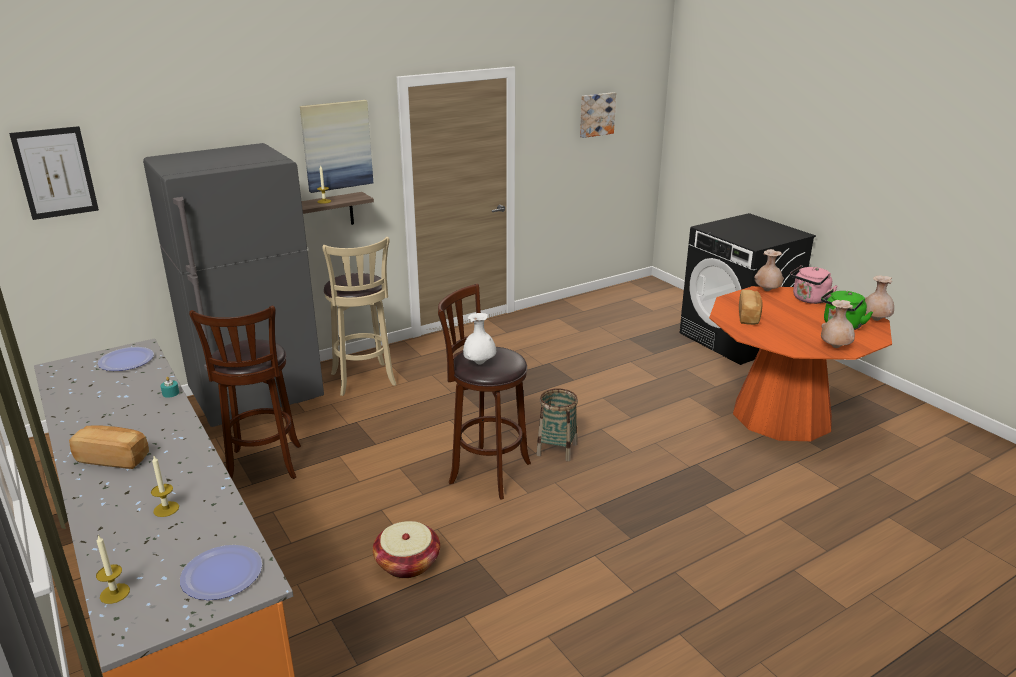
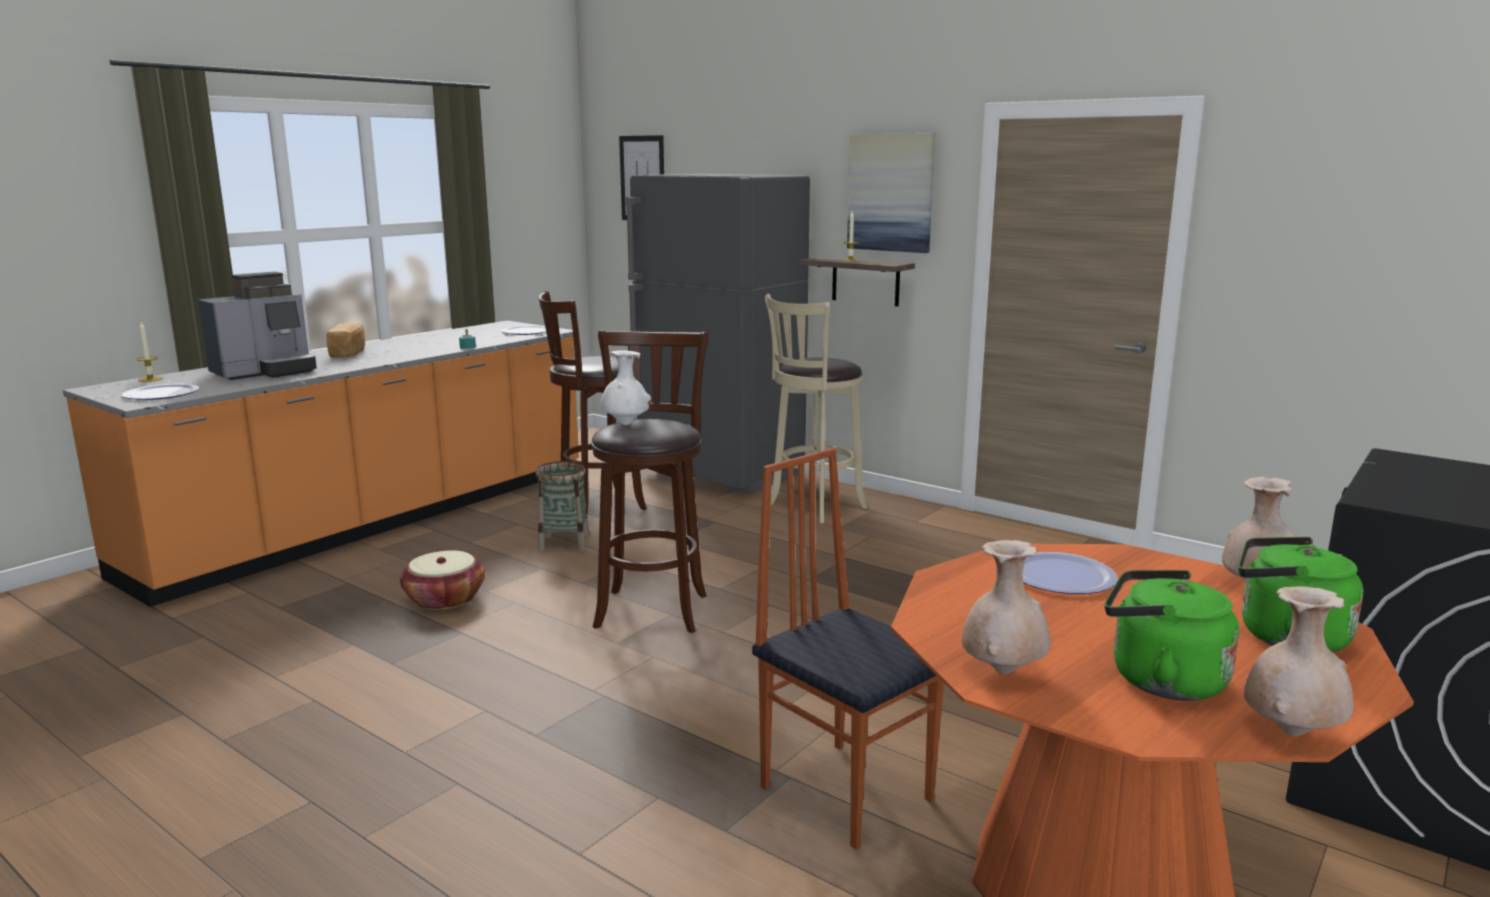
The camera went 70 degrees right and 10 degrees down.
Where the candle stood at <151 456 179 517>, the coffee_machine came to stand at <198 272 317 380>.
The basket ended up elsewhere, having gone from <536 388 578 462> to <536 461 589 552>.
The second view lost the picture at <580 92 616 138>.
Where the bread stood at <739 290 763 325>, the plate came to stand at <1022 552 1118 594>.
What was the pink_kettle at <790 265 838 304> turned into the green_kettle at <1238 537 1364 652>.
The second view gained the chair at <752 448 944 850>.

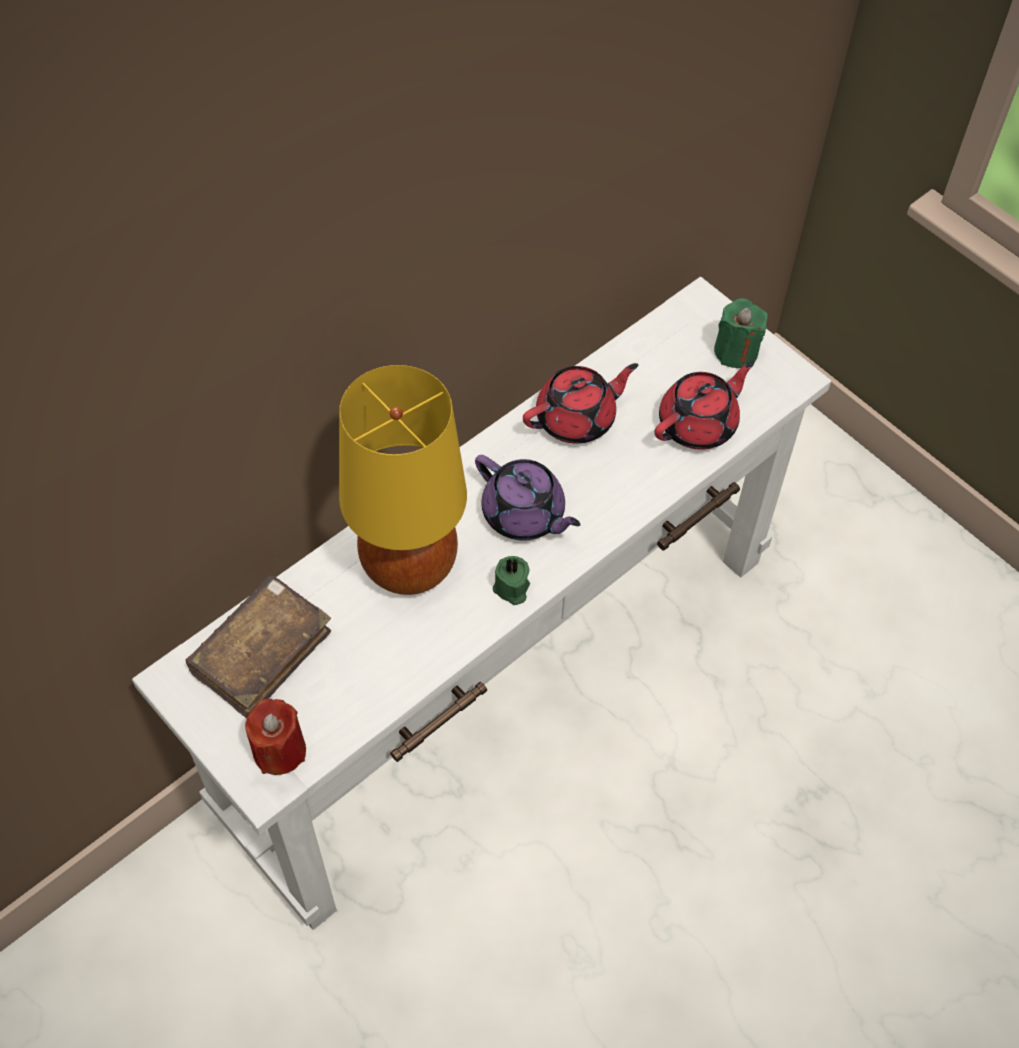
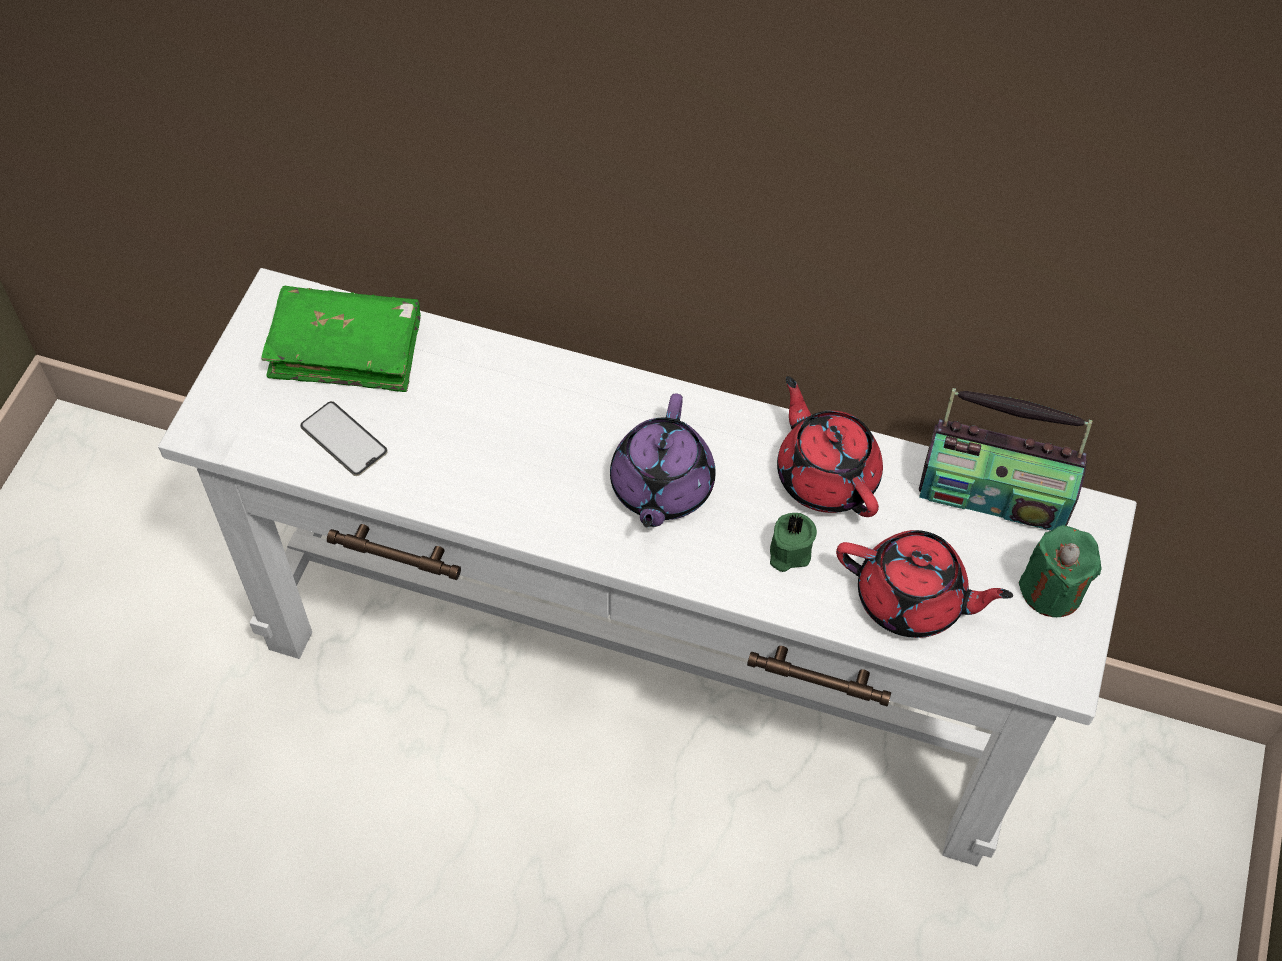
The camera went 60 degrees right and 0 degrees up.
What was the brown_book at <186 576 332 718> turned into the green_book at <261 286 421 392>.
The second view lost the red_candle at <245 699 306 775>.
The second view lost the yellow_table_lamp at <339 365 467 595>.
The green_candle ended up elsewhere, having gone from <493 556 530 605> to <770 513 817 572>.
The red_teapot at <523 363 638 444> ended up facing another way, 150 degrees counterclockwise from before.
The second view gained the phone at <300 401 388 476>.
The second view gained the radio at <919 388 1092 531>.

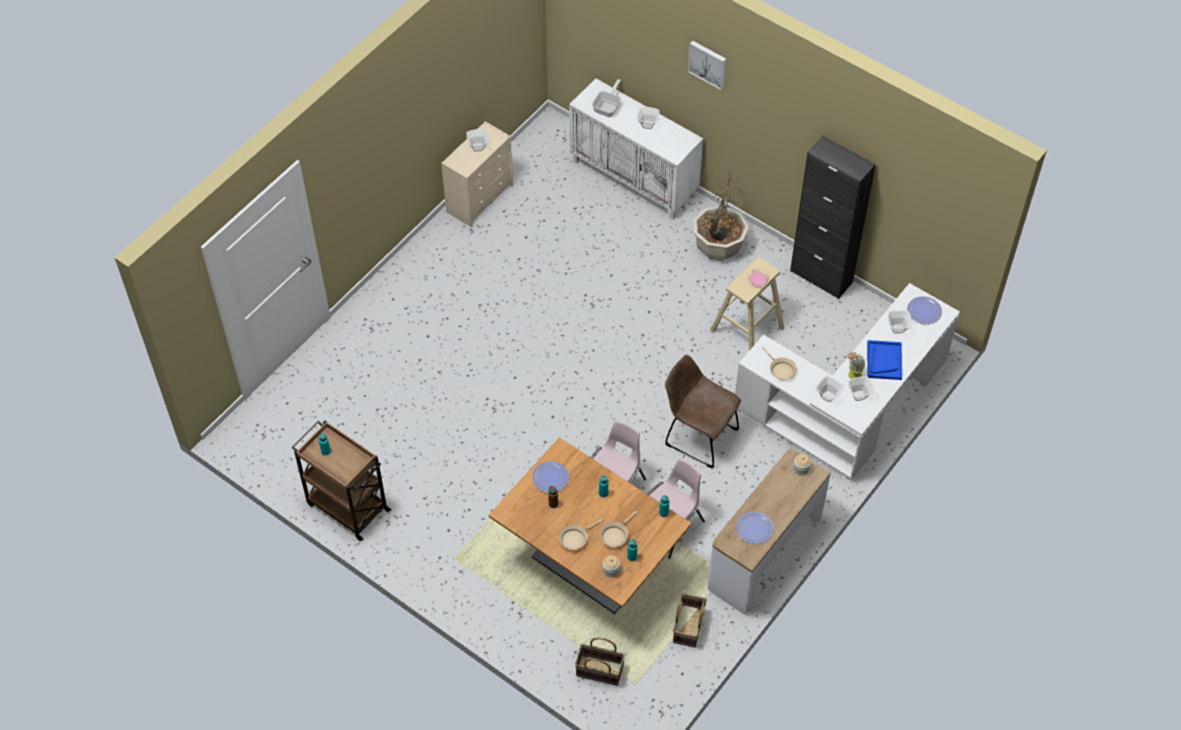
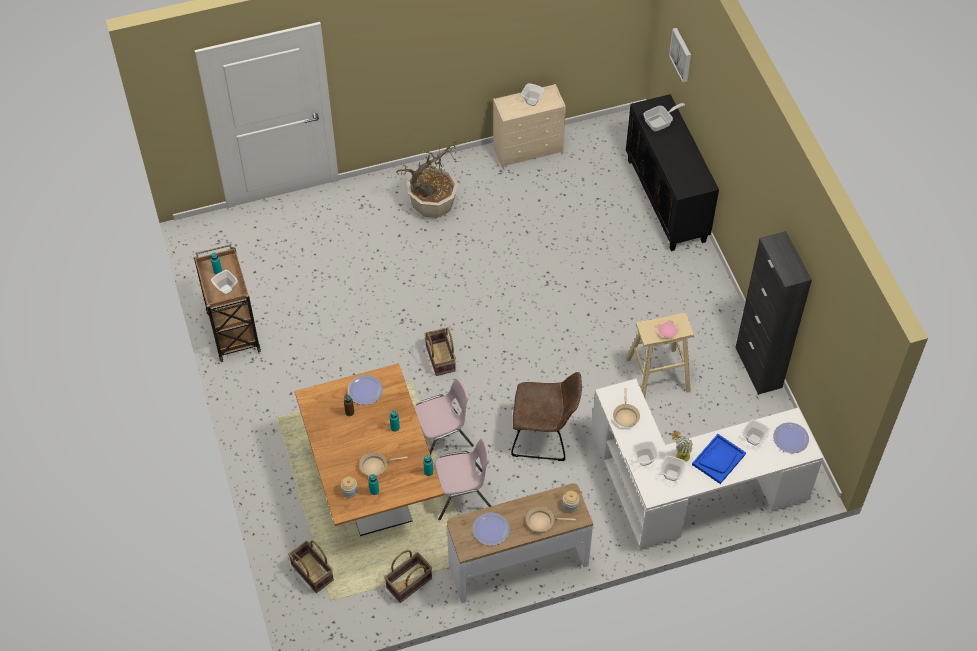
The camera went 35 degrees right and 0 degrees up.
The beige_frying_pan ended up elsewhere, having gone from <559 519 603 550> to <526 507 576 532>.
What was the white_cabinet at <569 78 703 219> turned into the black_cabinet at <626 94 719 251>.
The bowl ended up elsewhere, having gone from <637 106 660 129> to <211 270 238 295>.
The brown_chair at <665 355 741 468> ended up facing another way, 120 degrees clockwise from before.
The picture ended up elsewhere, having gone from <688 41 727 90> to <669 28 691 83>.
The potted_plant ended up elsewhere, having gone from <694 171 749 261> to <396 139 459 218>.
The second view gained the basket at <424 327 456 376>.

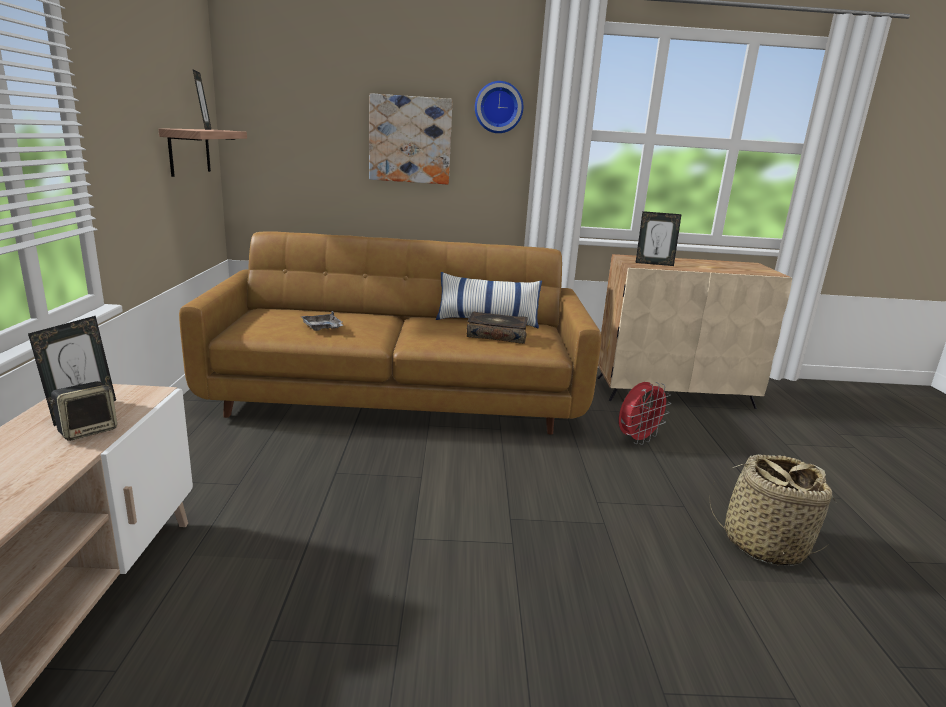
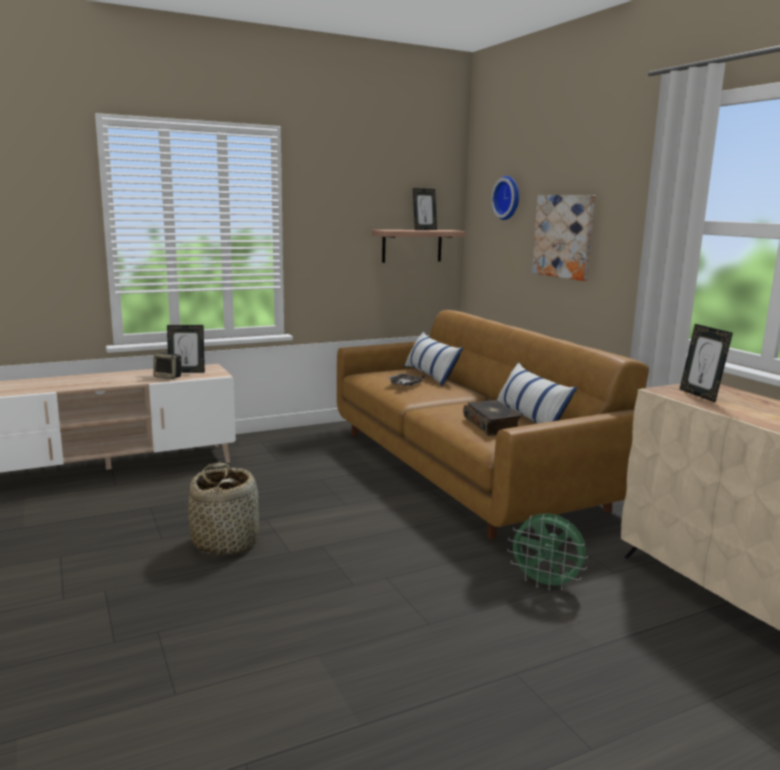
The camera went 65 degrees right and 5 degrees down.
The wall_clock ended up elsewhere, having gone from <475 81 523 133> to <491 176 519 220>.
What was the red_fan at <619 382 671 445> turned into the green_fan at <507 513 588 591>.
The basket ended up elsewhere, having gone from <710 455 836 566> to <188 462 259 556>.
The second view gained the pillow at <404 331 463 386>.

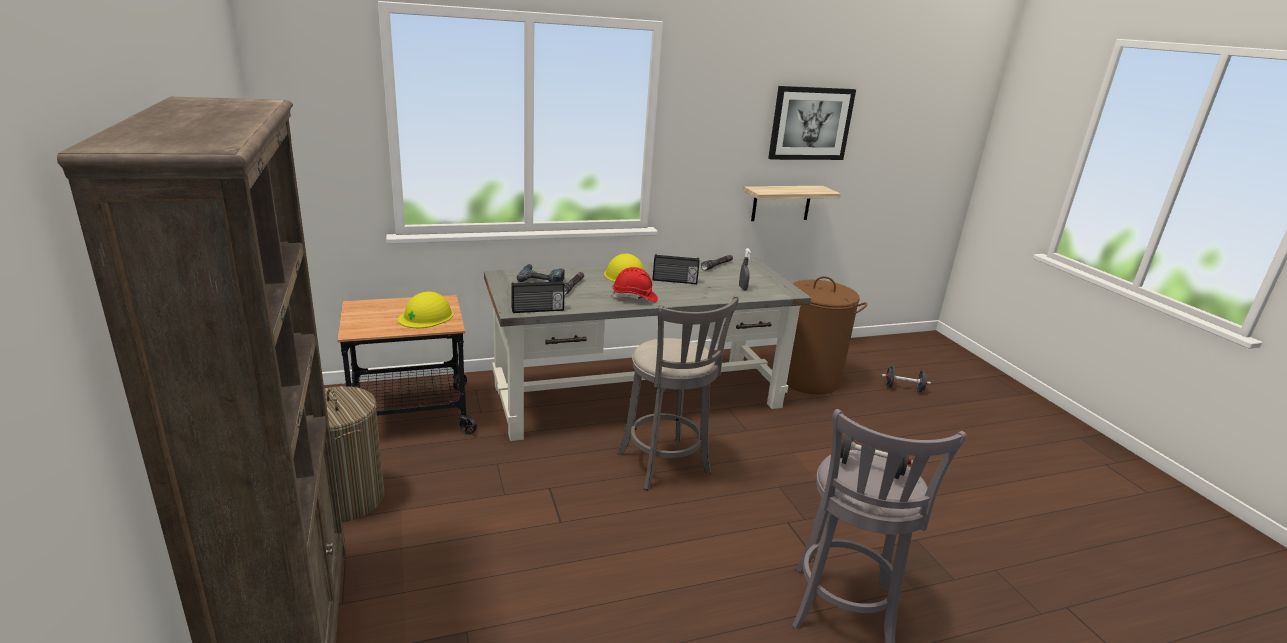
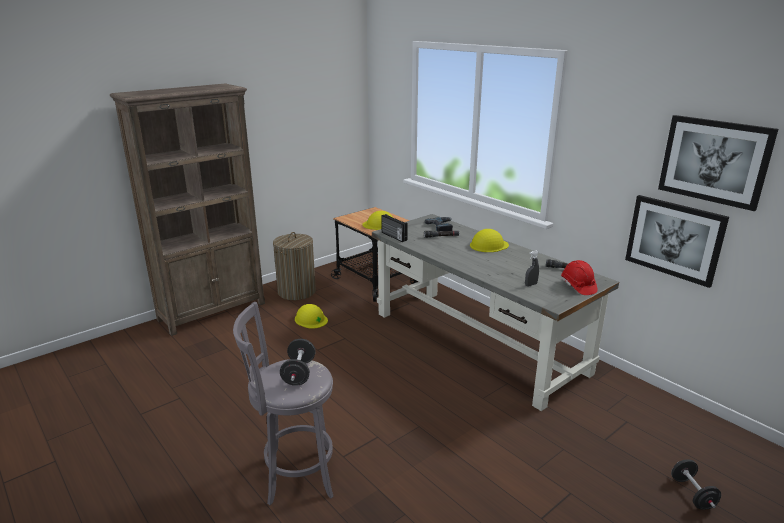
The camera went 70 degrees right and 0 degrees up.
The red_hard_hat ended up elsewhere, having gone from <611 267 658 302> to <561 260 598 295>.
The second view lost the grey_stool at <618 295 739 490>.
The second view lost the radio at <652 254 700 284>.
Where the shelf hung at <743 186 841 221>, the picture came to hang at <625 195 729 288>.
The second view lost the brown_laundry_basket at <787 276 867 394>.
The second view gained the yellow_hard_hat at <295 304 328 329>.

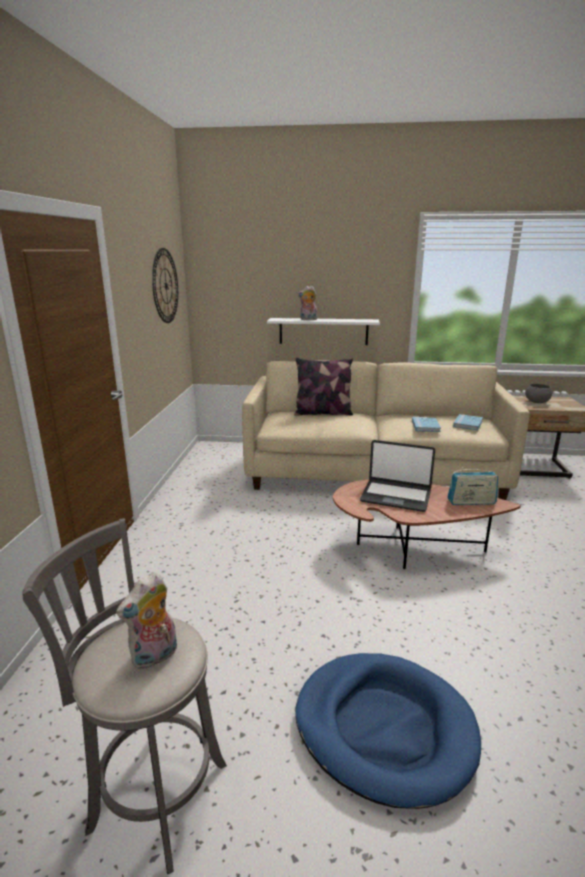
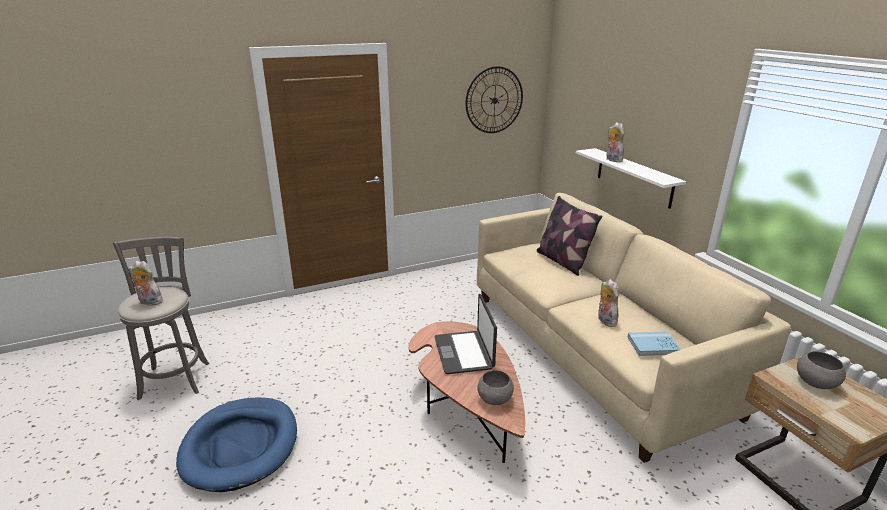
The camera went 60 degrees right and 5 degrees up.
Where the blue_book stood at <412 417 441 432>, the plush_toy came to stand at <598 279 619 327>.
Where the radio stood at <447 467 498 505>, the grey_bowl came to stand at <477 370 514 405>.

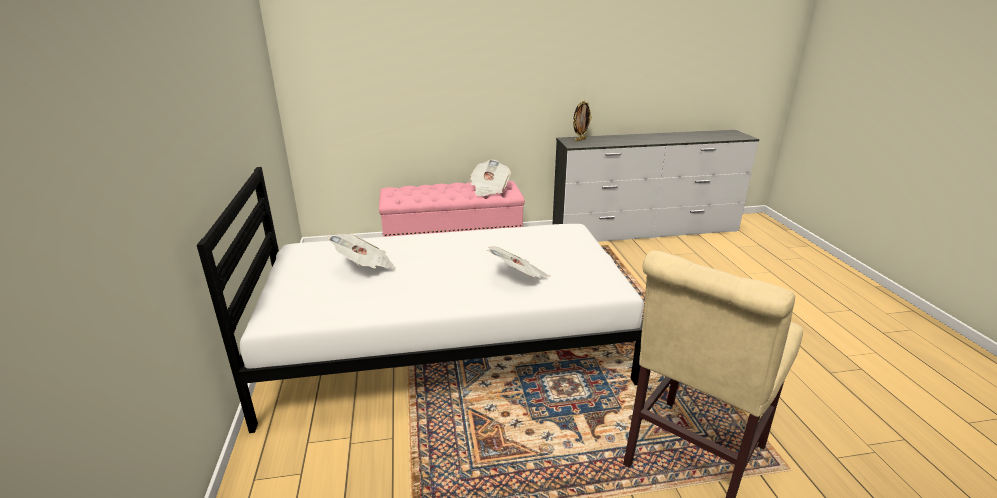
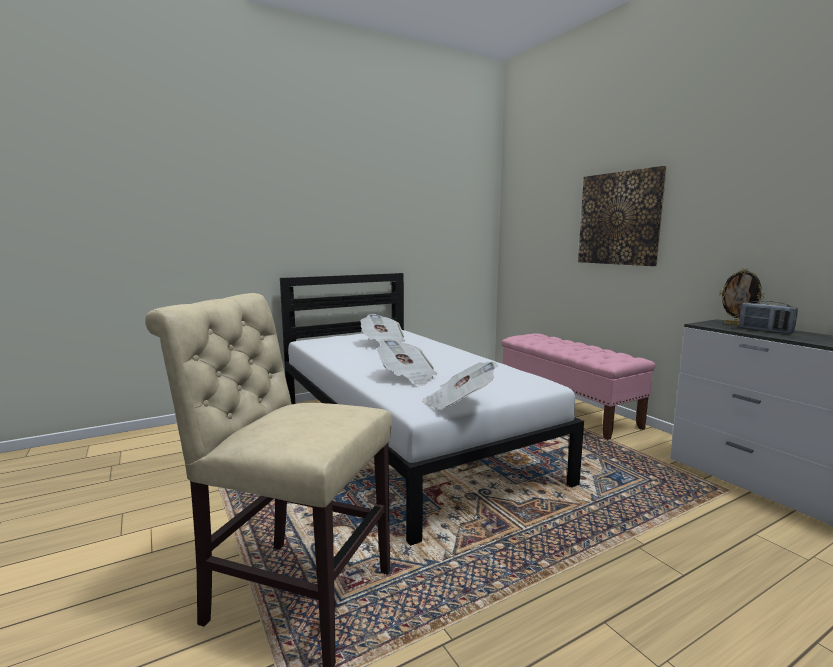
The camera went 70 degrees right and 15 degrees down.
The newspaper ended up elsewhere, having gone from <470 160 511 196> to <422 362 498 410>.
The second view gained the picture at <578 166 667 266>.
The second view gained the radio at <739 301 798 334>.

